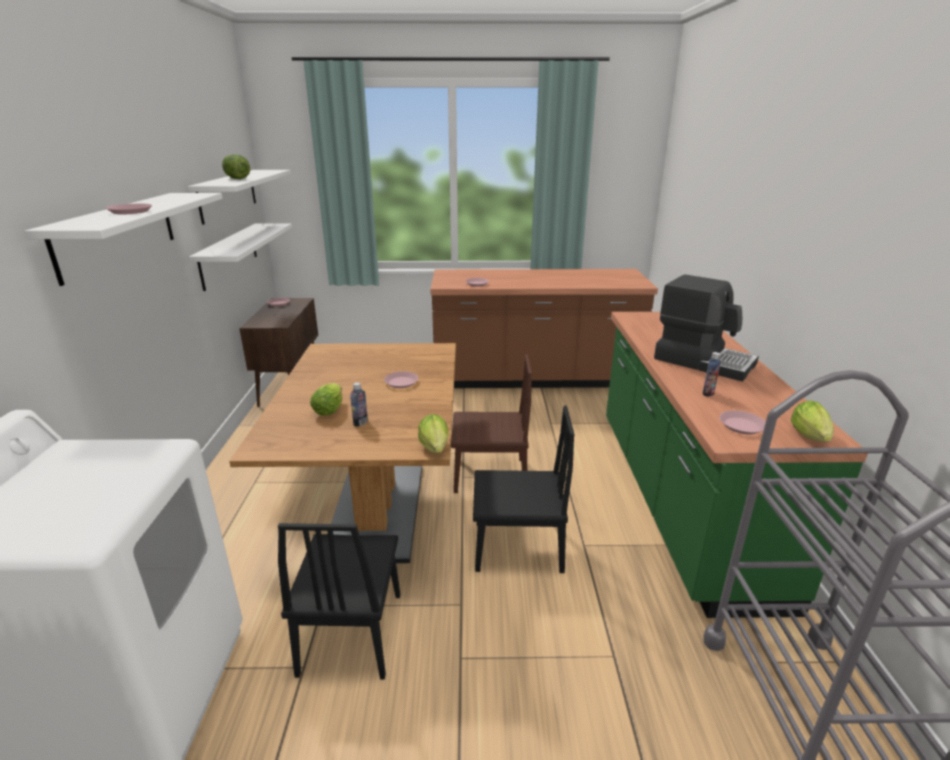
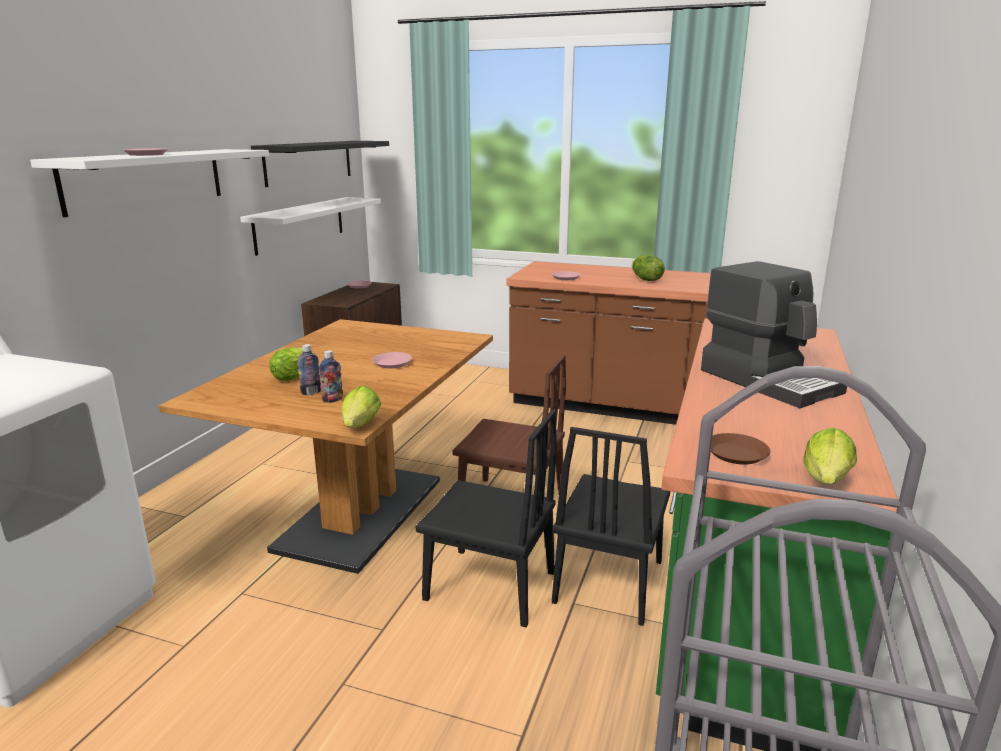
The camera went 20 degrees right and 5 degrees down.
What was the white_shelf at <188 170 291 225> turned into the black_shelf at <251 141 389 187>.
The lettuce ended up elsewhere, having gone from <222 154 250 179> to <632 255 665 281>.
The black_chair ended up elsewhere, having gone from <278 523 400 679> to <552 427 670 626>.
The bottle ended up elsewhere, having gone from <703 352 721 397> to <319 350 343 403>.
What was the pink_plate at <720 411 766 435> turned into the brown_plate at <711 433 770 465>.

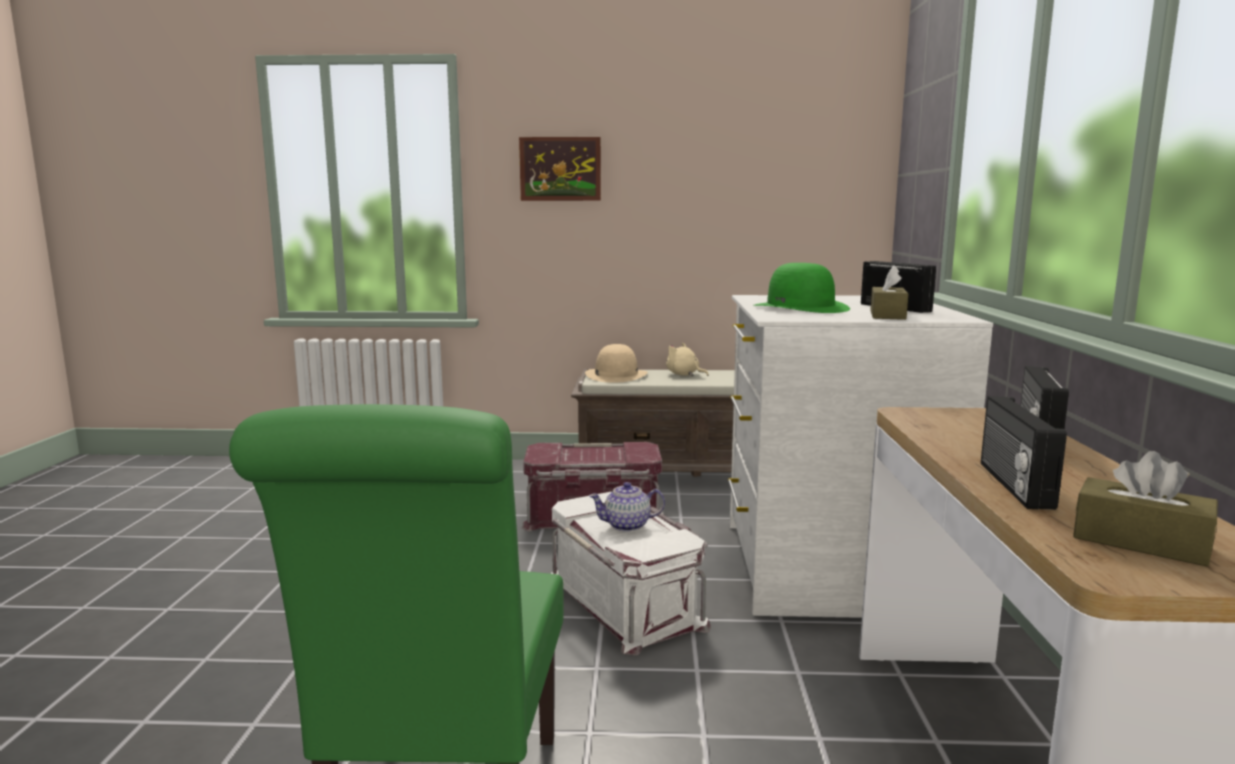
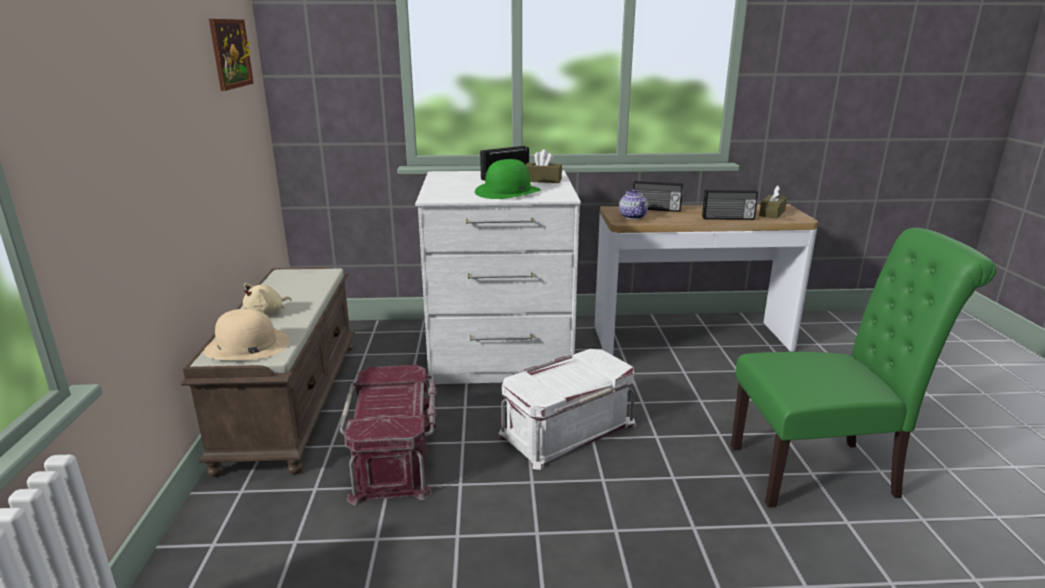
The camera went 95 degrees left and 10 degrees up.
The picture ended up elsewhere, having gone from <519 137 601 201> to <209 19 254 91>.
The teapot ended up elsewhere, having gone from <589 482 665 532> to <619 189 648 219>.

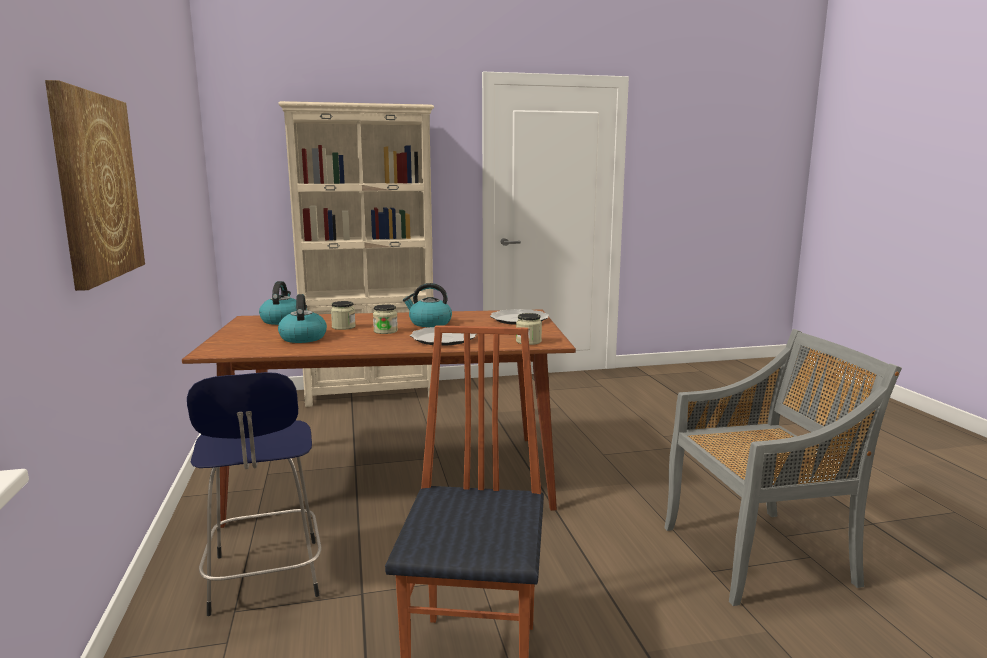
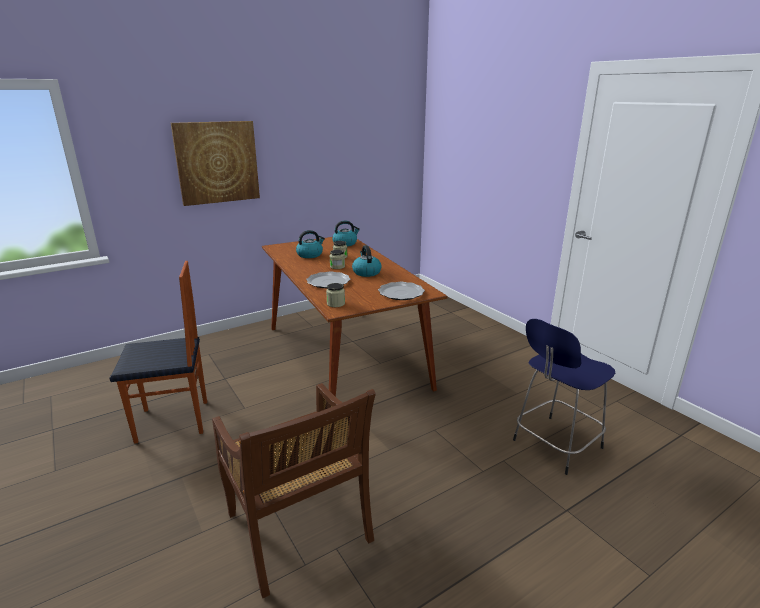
The camera went 70 degrees right and 10 degrees up.
The blue_stool ended up elsewhere, having gone from <187 372 322 616> to <513 319 615 475>.
The second view lost the beige_bookcase at <278 101 434 407>.
What was the grey_chair at <664 329 902 606> turned into the brown_chair at <212 383 376 598>.

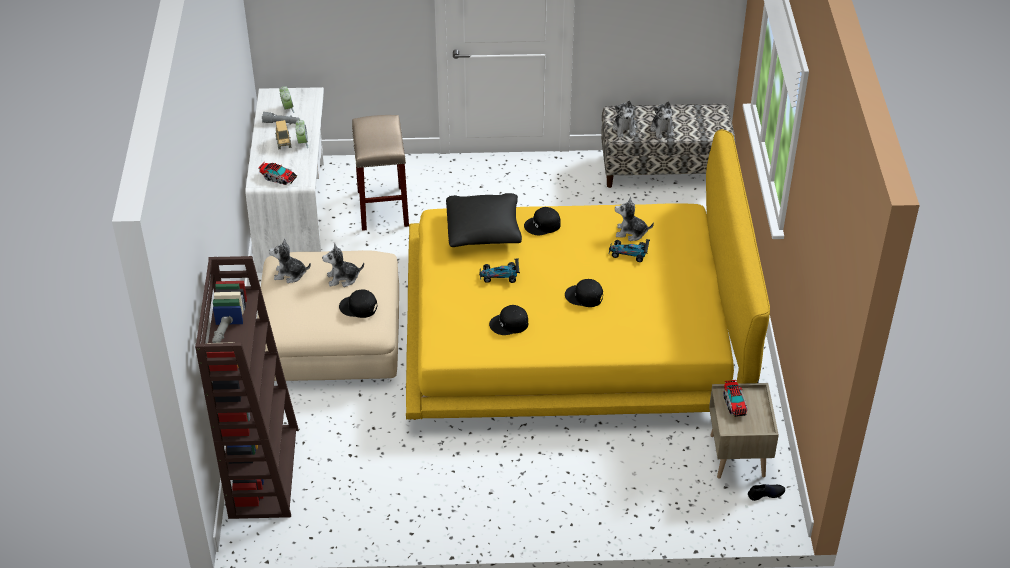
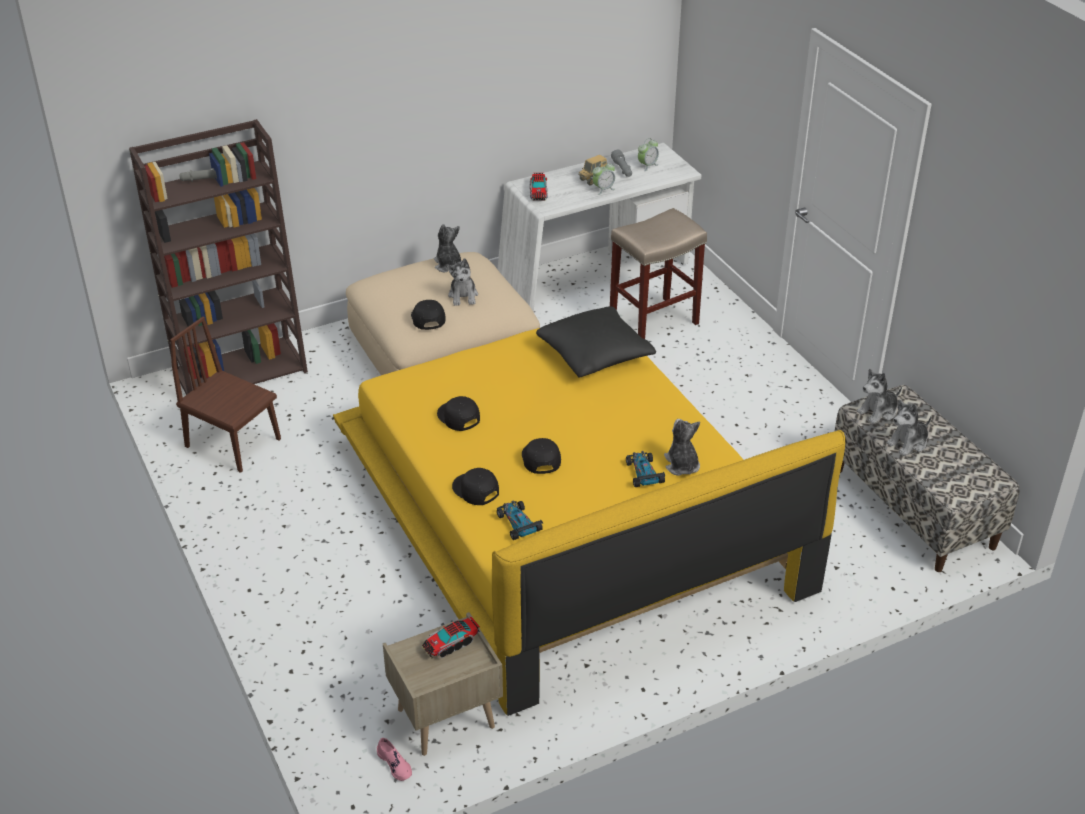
The camera went 65 degrees right and 5 degrees down.
The plush_toy at <322 243 364 287> ended up facing another way, 150 degrees counterclockwise from before.
The toy_car ended up elsewhere, having gone from <479 258 520 283> to <497 500 543 540>.
The black_cap ended up elsewhere, having gone from <524 207 561 235> to <452 468 499 505>.
What was the black_shoe at <748 484 785 501> turned into the pink_shoe at <377 738 412 781>.
The second view gained the brown_chair at <170 317 281 473>.

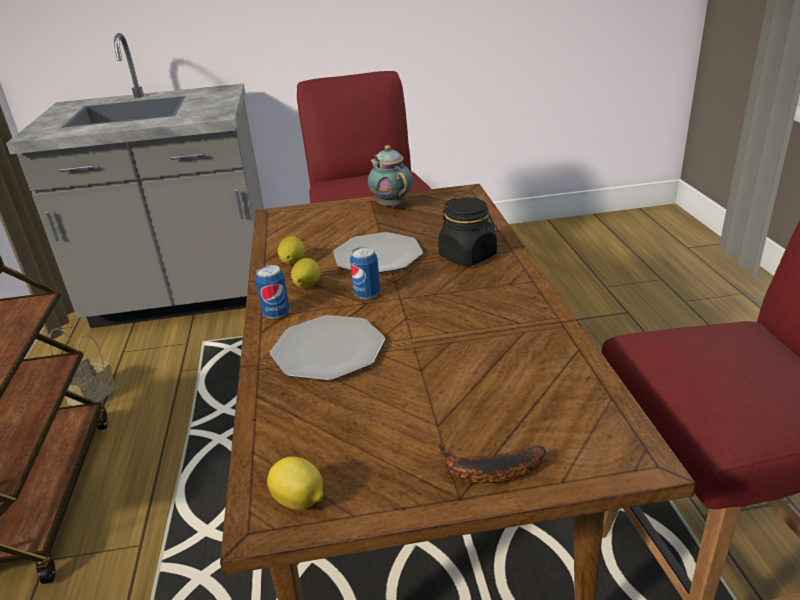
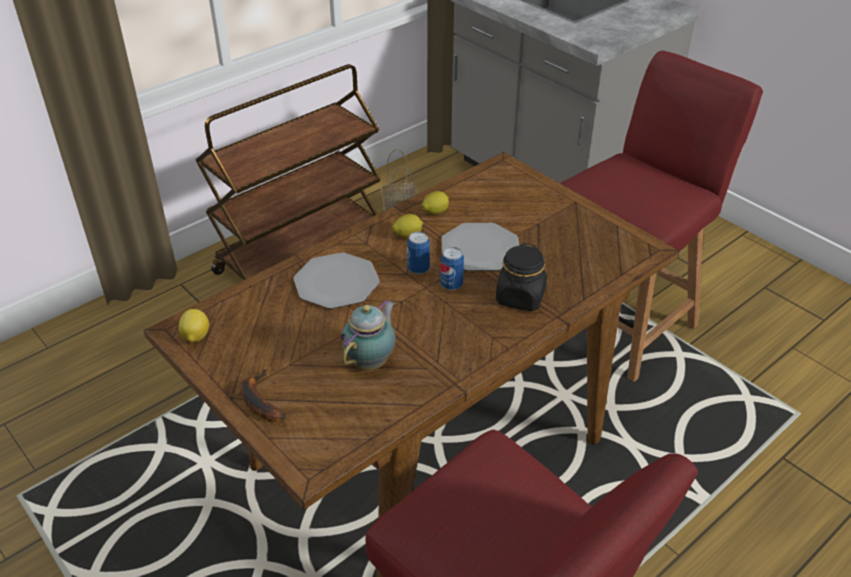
The camera went 55 degrees right and 10 degrees up.
The can ended up elsewhere, having gone from <255 265 289 319> to <440 247 464 290>.
The teapot ended up elsewhere, having gone from <368 145 413 208> to <341 300 396 370>.

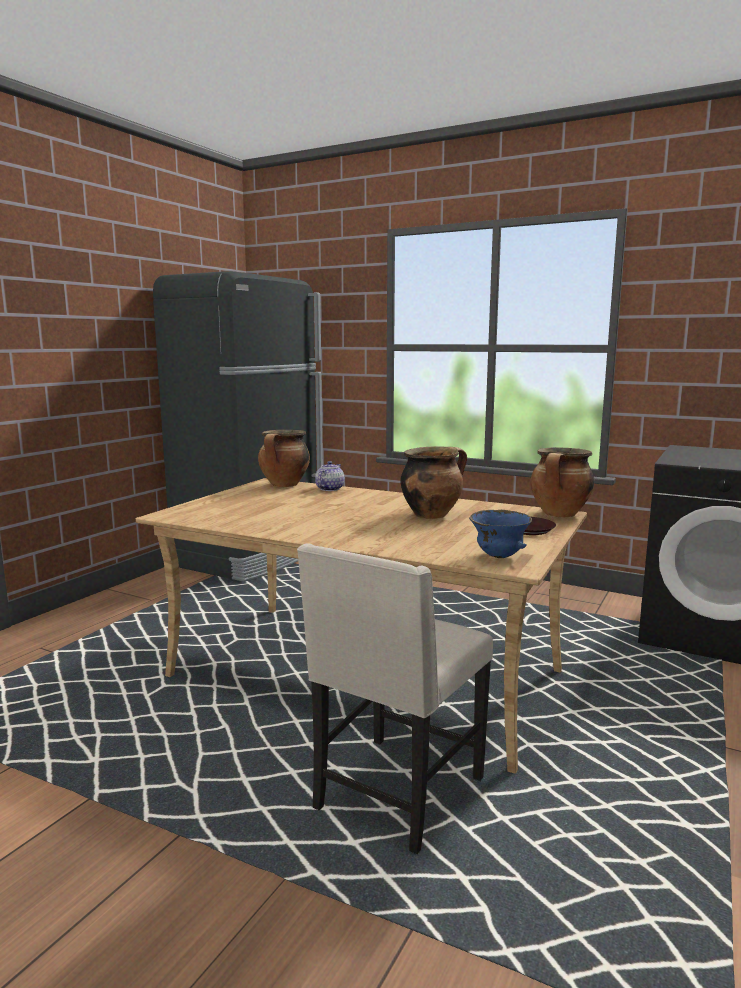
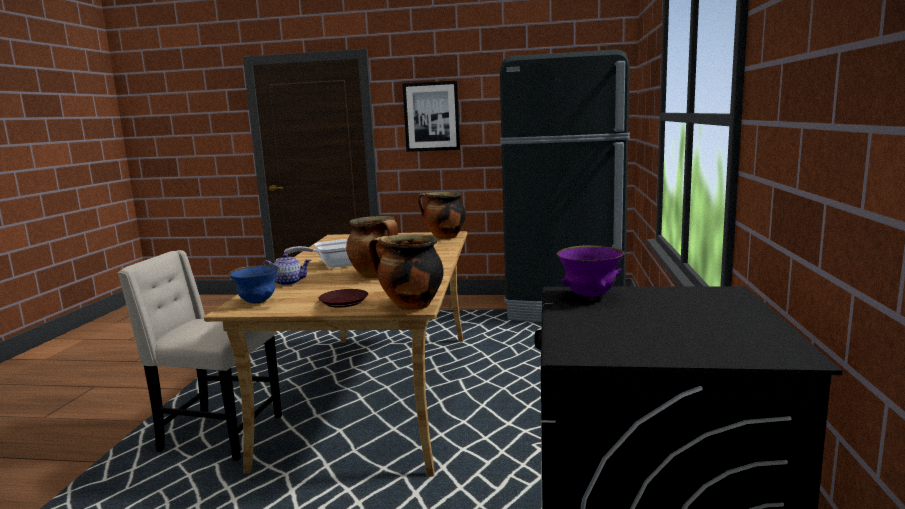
The camera went 70 degrees right and 0 degrees up.
The teapot ended up elsewhere, having gone from <315 461 344 491> to <262 254 311 286>.
The second view gained the frying_pan at <284 239 352 268>.
The second view gained the picture at <402 81 460 152>.
The second view gained the purple_bowl at <557 246 624 298>.

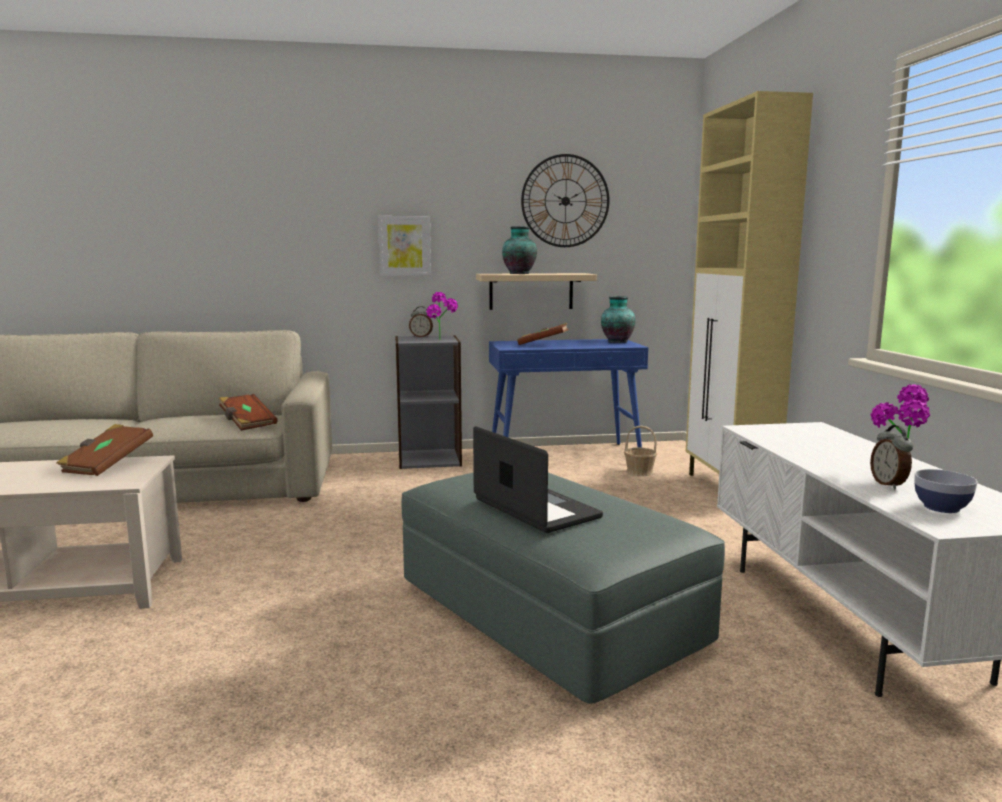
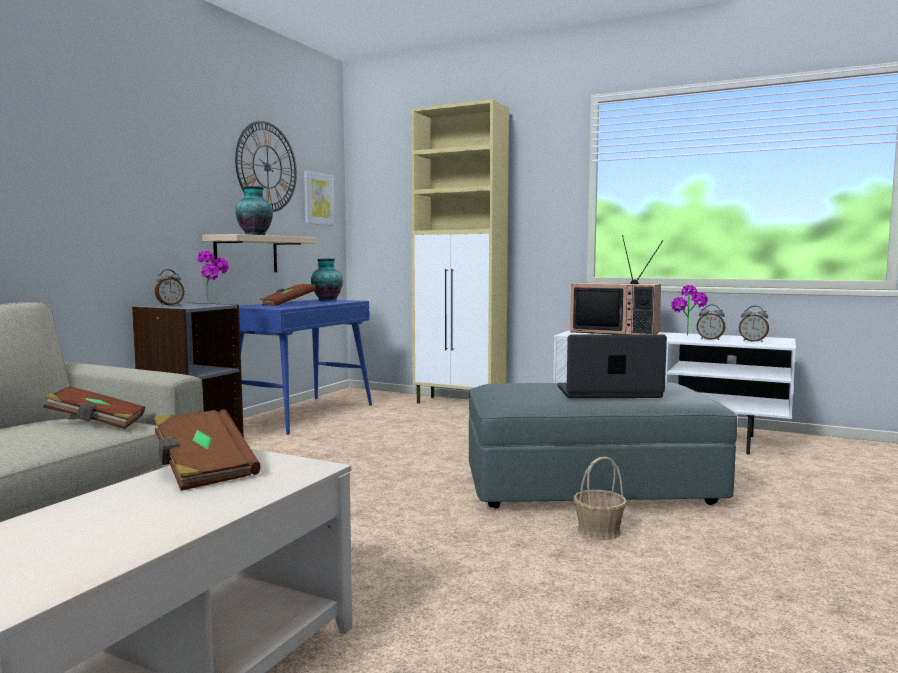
The camera went 55 degrees left and 5 degrees down.
The picture ended up elsewhere, having gone from <378 216 431 276> to <304 171 335 225>.
The basket ended up elsewhere, having gone from <624 426 657 476> to <573 457 627 540>.
Where the bowl stood at <914 469 978 513>, the alarm_clock came to stand at <739 306 769 342>.
The second view gained the television at <570 235 663 334>.

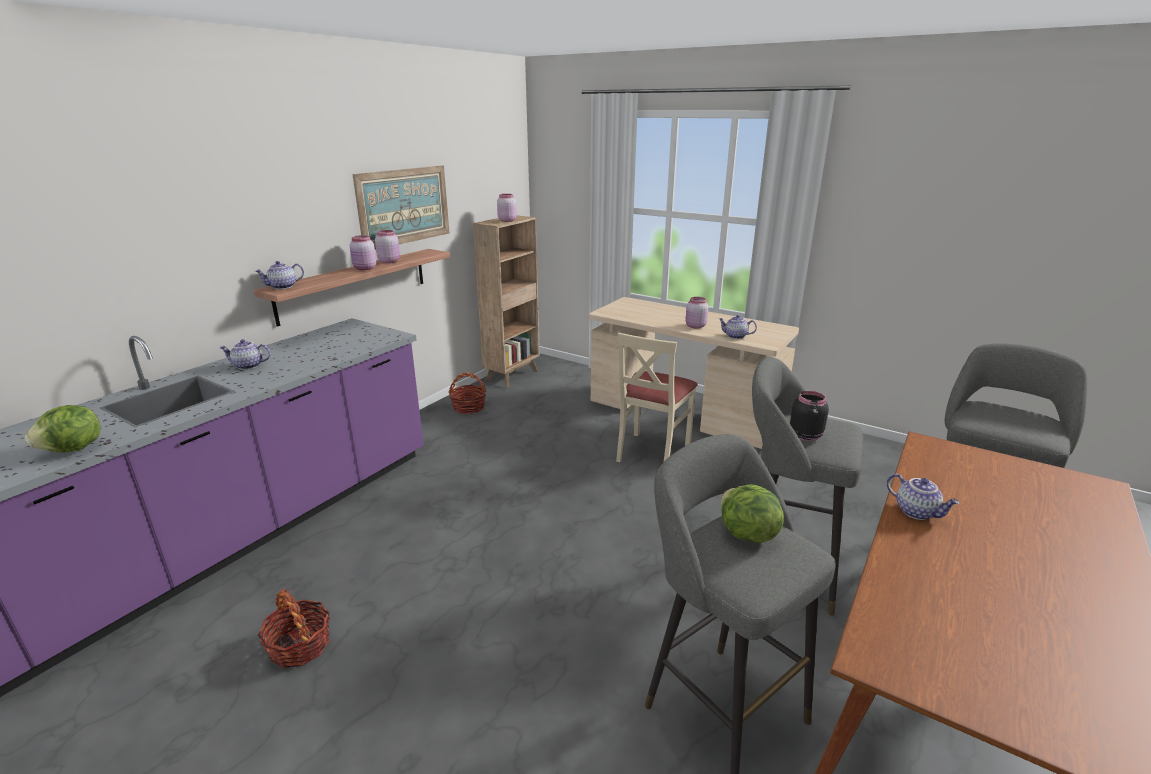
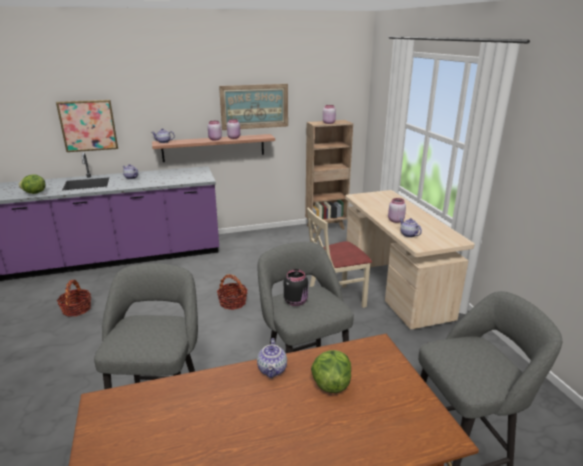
The camera went 40 degrees right and 0 degrees up.
The basket ended up elsewhere, having gone from <448 372 486 414> to <217 274 248 310>.
The lettuce ended up elsewhere, having gone from <721 484 784 543> to <311 350 351 393>.
The second view gained the picture at <56 100 118 152>.

